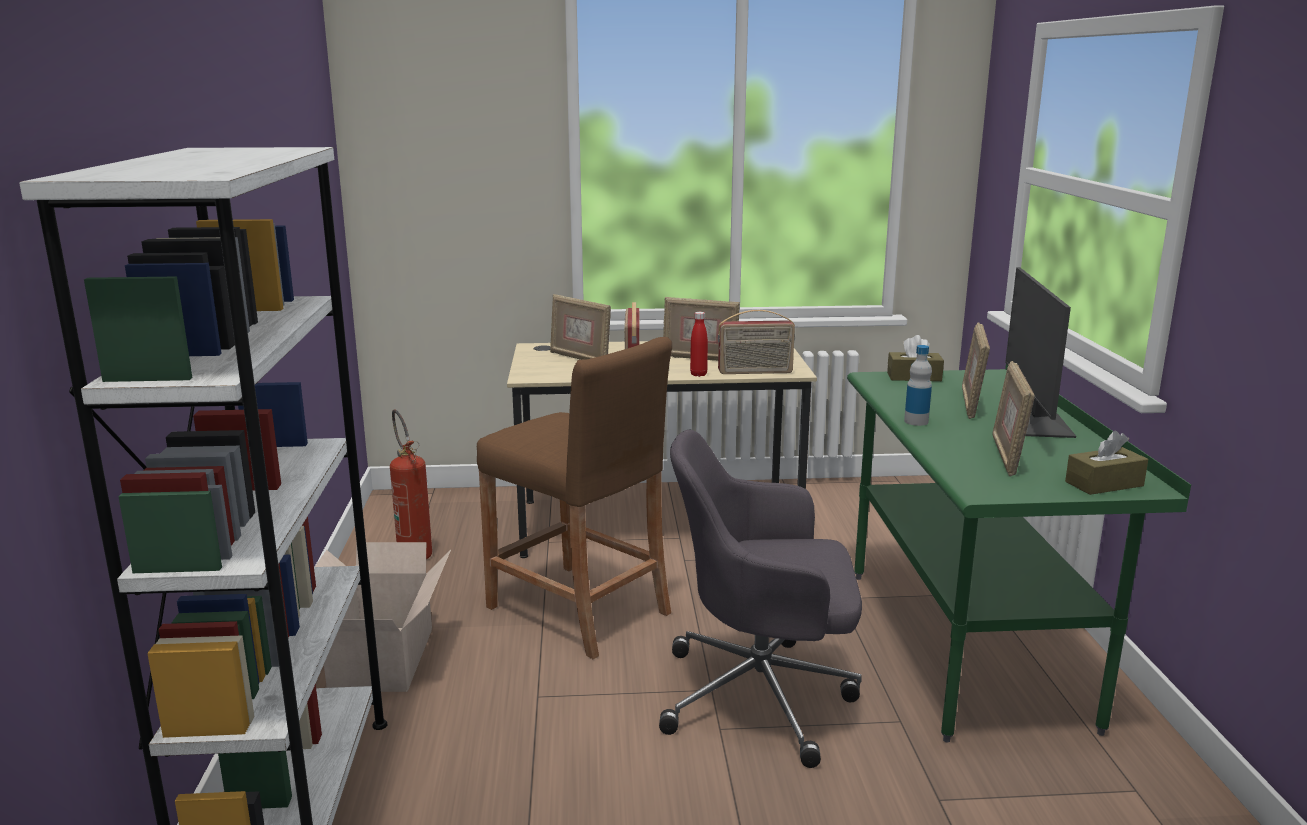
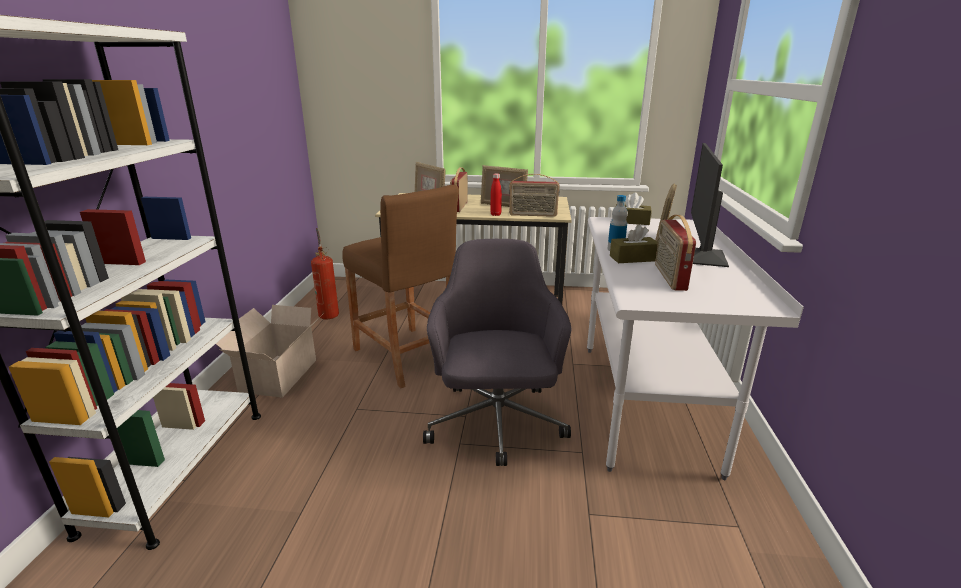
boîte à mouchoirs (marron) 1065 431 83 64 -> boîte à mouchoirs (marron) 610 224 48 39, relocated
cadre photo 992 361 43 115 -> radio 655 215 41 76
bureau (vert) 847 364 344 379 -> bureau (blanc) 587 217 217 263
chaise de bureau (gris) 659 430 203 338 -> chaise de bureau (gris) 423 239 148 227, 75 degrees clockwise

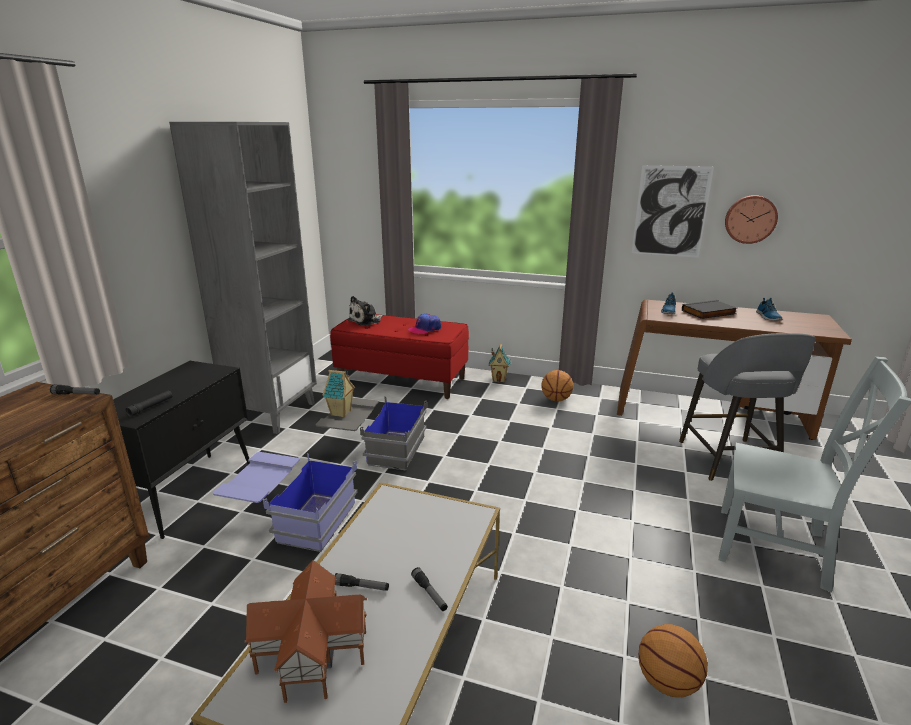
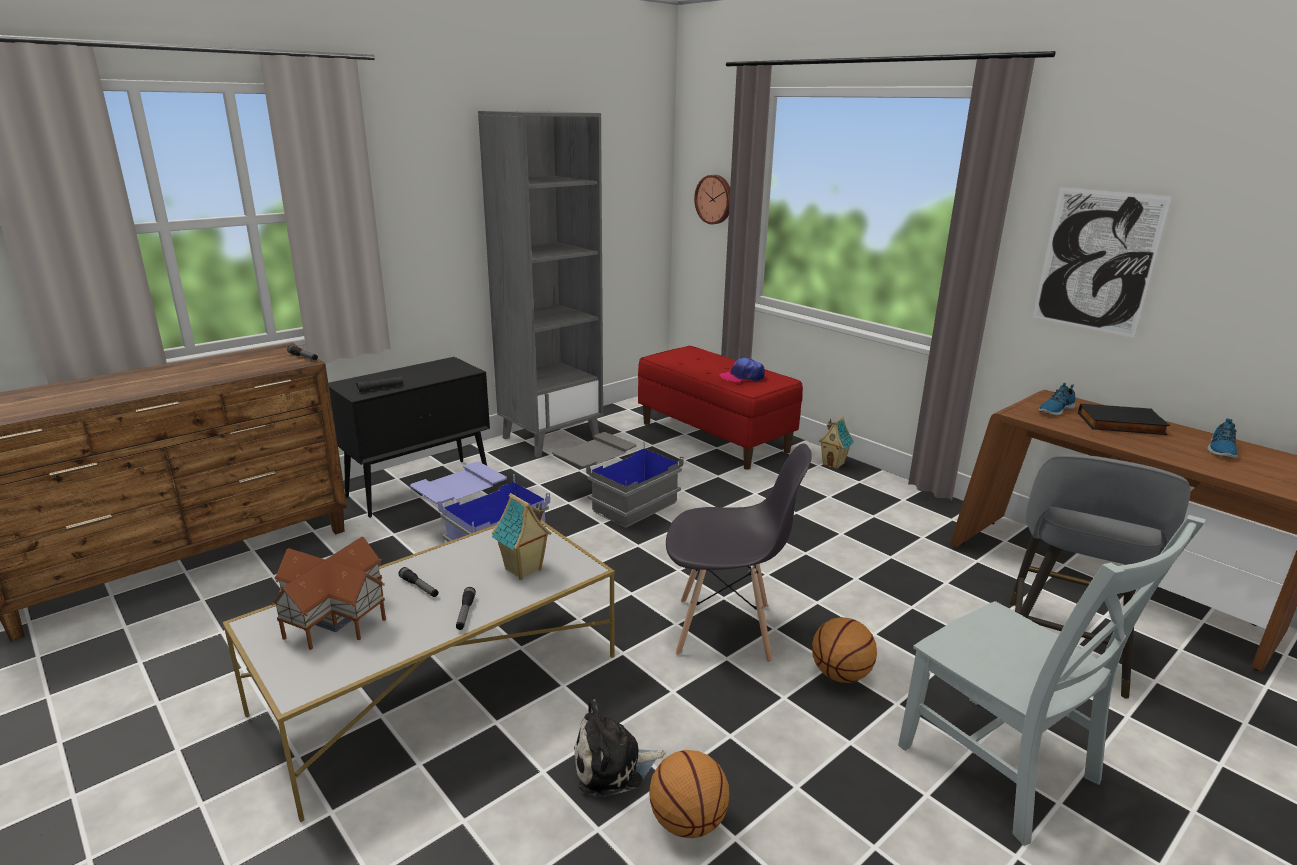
none -> chaise (gris) 666 443 146 220
maison miniature 323 370 32 47 -> maison miniature 492 493 60 87, relocated
peluche 348 296 35 29 -> peluche 574 699 92 98, relocated
ballon de basket 542 370 31 32 -> ballon de basket 812 617 65 66, relocated
horloge murale 725 195 53 49 -> horloge murale 694 175 36 49, relocated

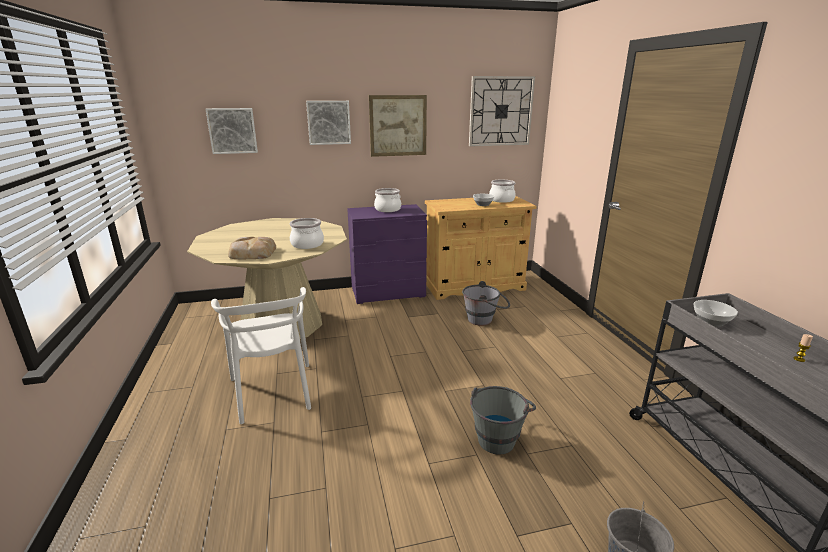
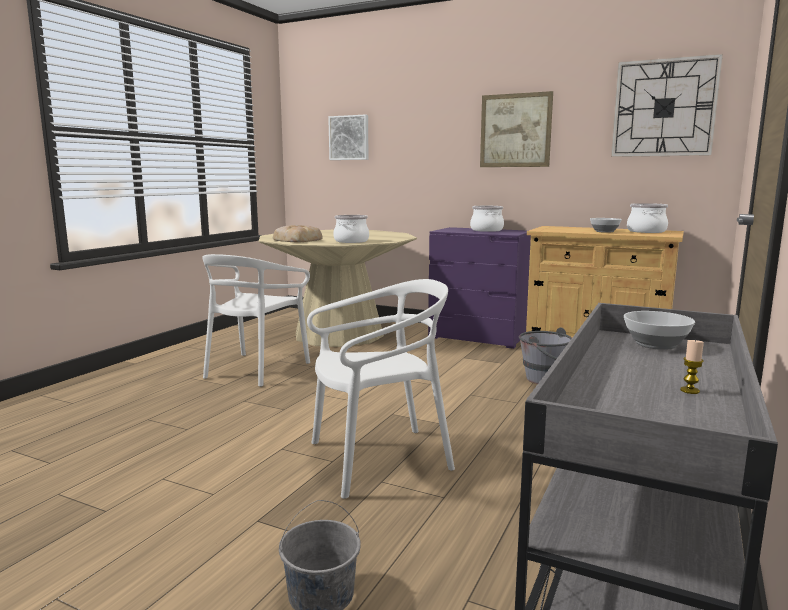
tableau 306 101 45 44 -> none
seau (gris) 470 386 66 69 -> chaise (blanc) 307 279 148 220

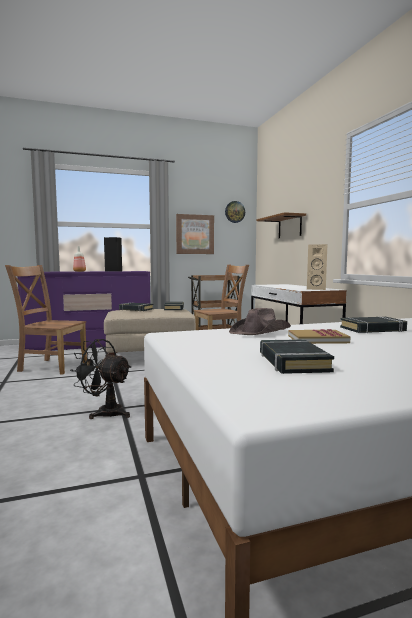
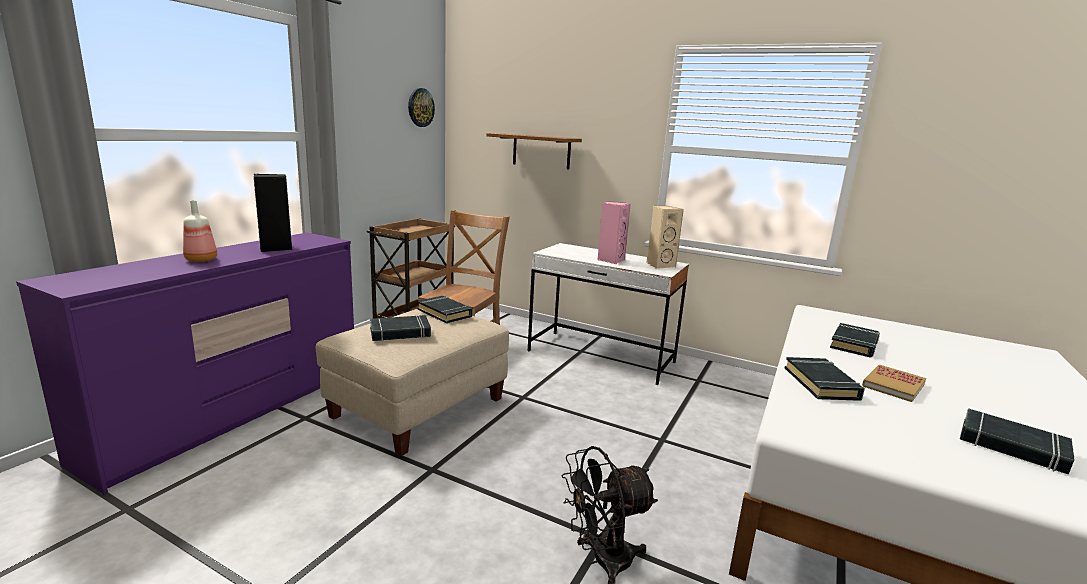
chaise (marron) 5 265 82 110 -> none
tableau 176 214 38 40 -> none
none -> enceinte (rose) 598 201 33 63
chapeau (marron) 229 308 62 27 -> livre (noir) 785 357 80 44

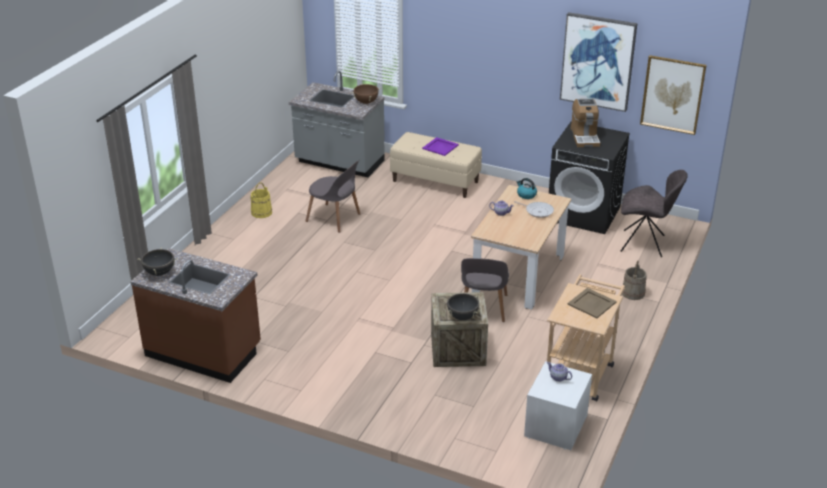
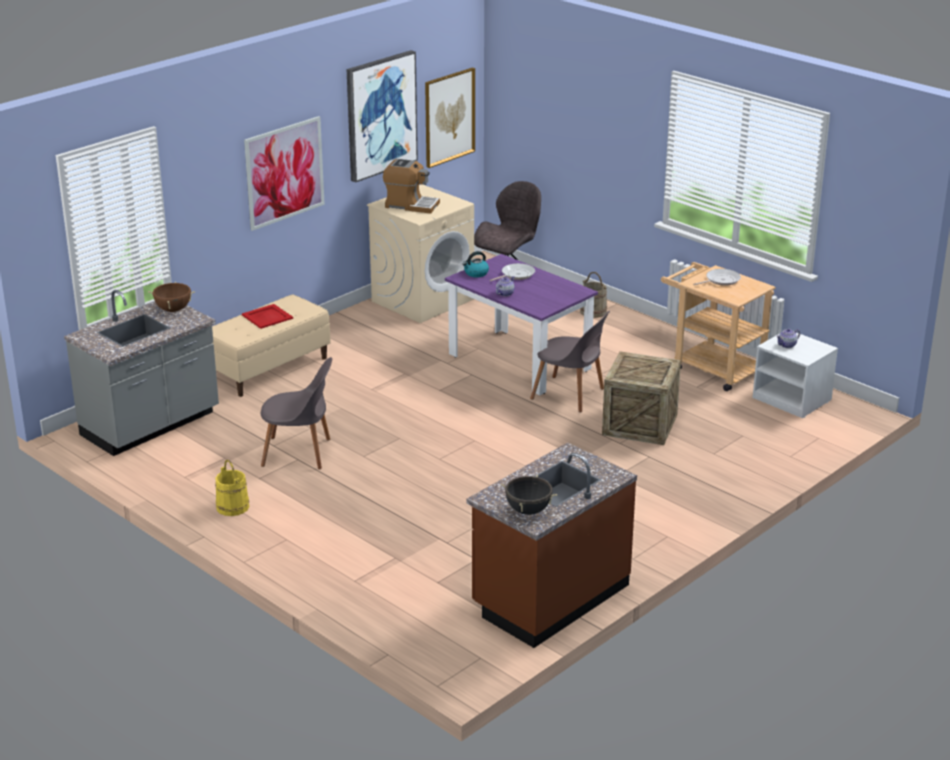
marmite (noir) 447 293 32 27 -> none
none -> tableau 244 116 81 115
plateau (beige) 567 288 50 30 -> poêle 693 269 48 17
plateau (violet) 422 137 37 19 -> plateau (rouge) 242 304 51 25
table à manger (beige) 471 185 101 125 -> table à manger (violet) 445 254 153 141
lave-linge (noir) 549 122 81 112 -> lave-linge (beige) 367 184 107 139
chaise (gris) 305 160 55 73 -> chaise (gris) 261 357 71 112, 45 degrees clockwise

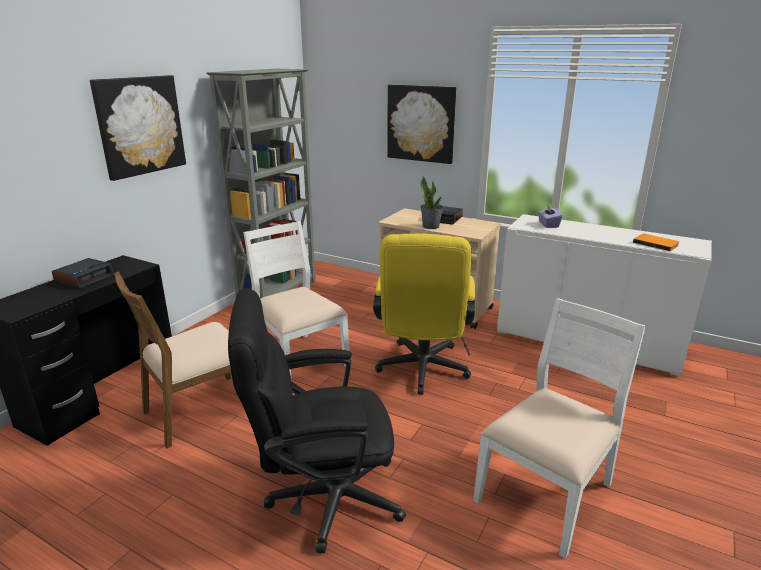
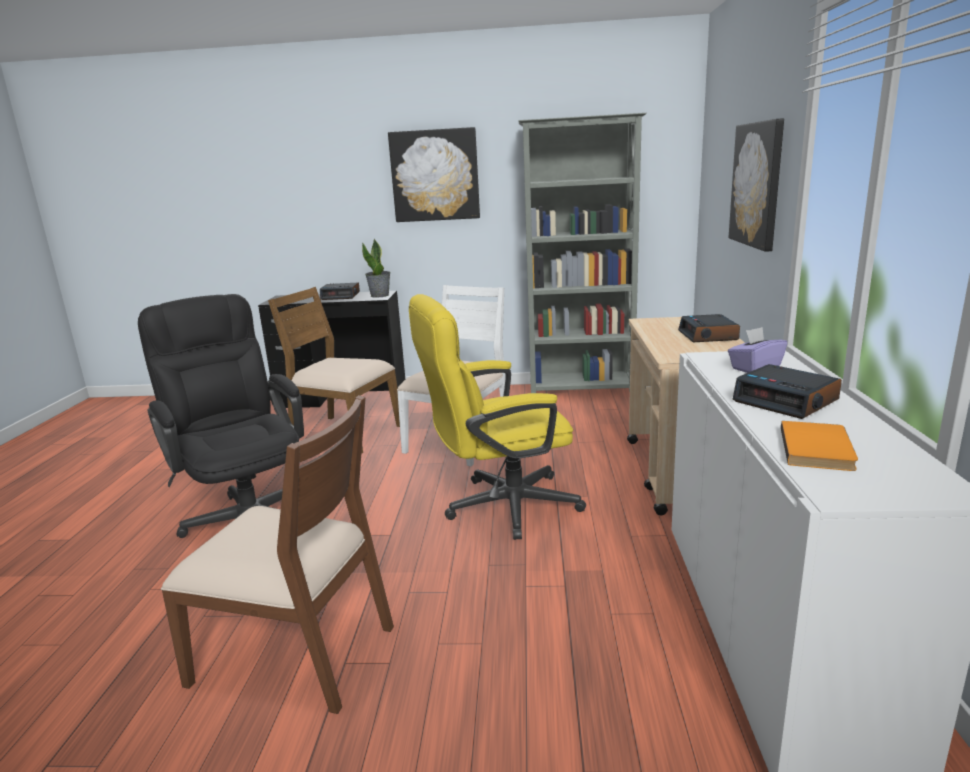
none -> réveil 733 364 109 55
plante en pot 420 176 24 53 -> plante en pot 362 238 28 59, relocated
chaise (blanc) 473 298 173 261 -> chaise (marron) 161 395 233 319

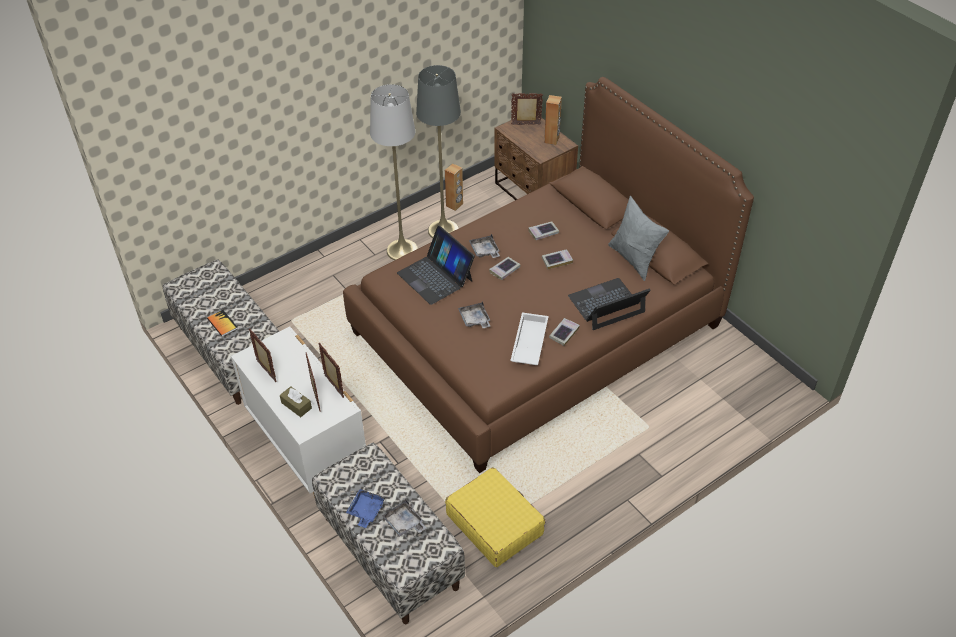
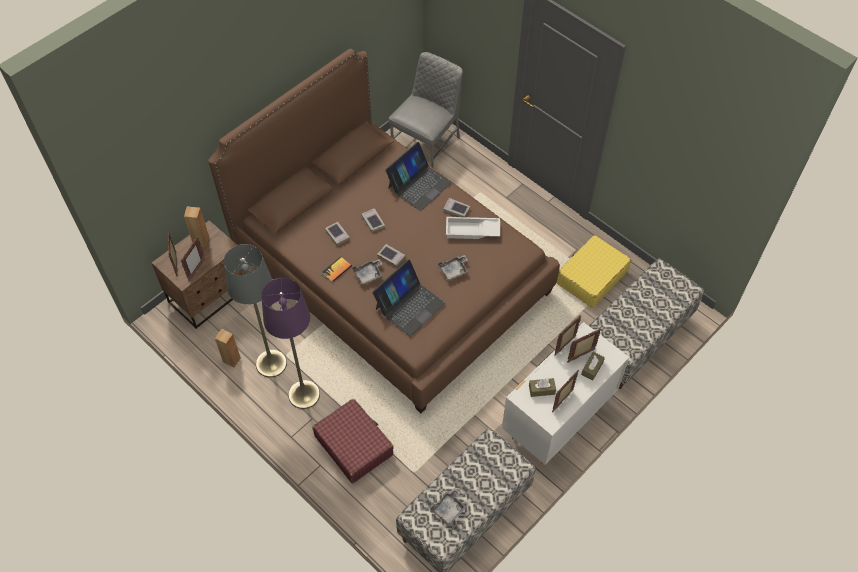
plateau (bleu) 346 489 39 39 -> none
coussin (gris) 608 196 61 85 -> none
none -> cadre photo 181 237 24 44
none -> valise (rouge) 312 399 82 84
none -> chaise (gris) 388 52 75 116
none -> boîte à mouchoirs (marron) 529 378 27 19
livre 207 310 31 27 -> livre 322 256 30 26, relocated
plateau (gris) 382 500 44 37 -> plateau (gris) 431 488 36 37, relocated
lampadaire (gris) 370 84 48 177 -> lampadaire (violet) 261 278 59 131
ordinateur portable 568 278 83 52 -> ordinateur portable 385 142 67 69, 105 degrees counterclockwise

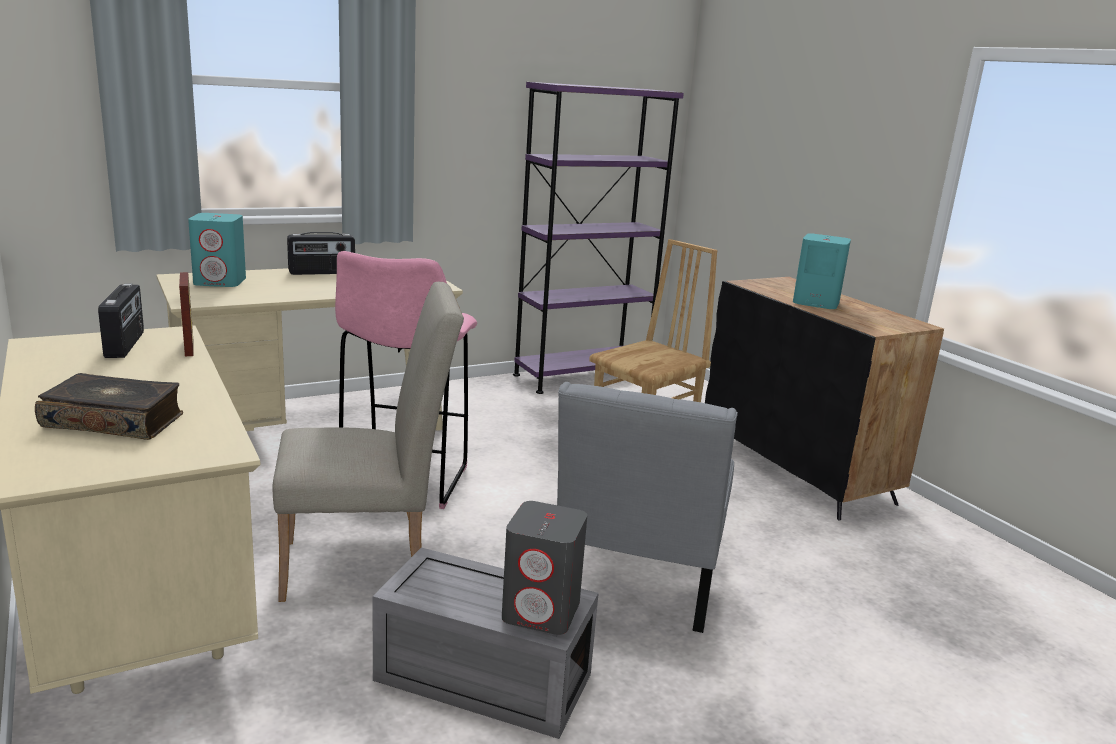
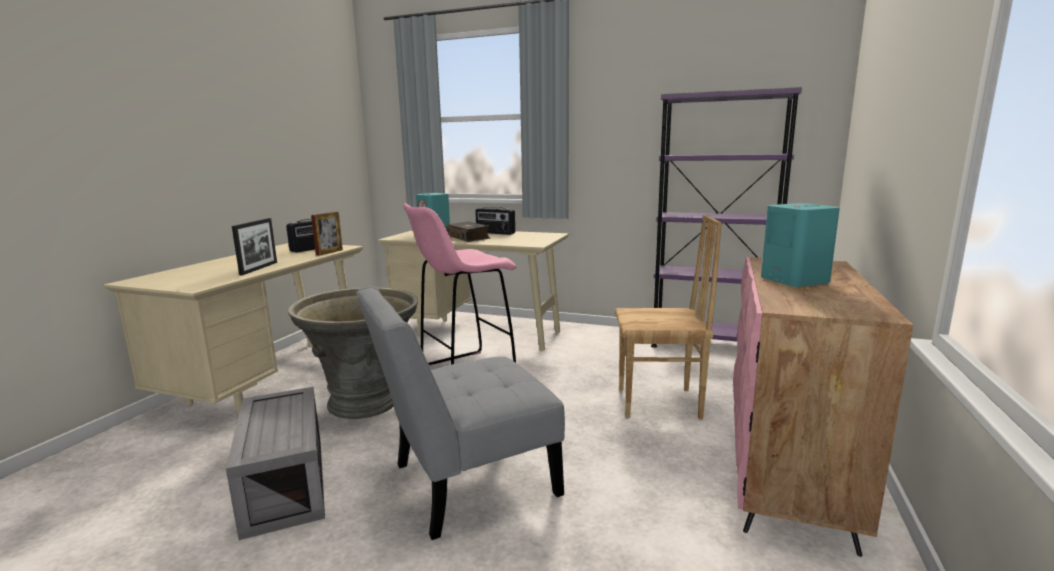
enceinte (gris) 502 501 85 134 -> none
none -> cadre photo 232 218 45 57
livre 35 373 148 67 -> livre 445 221 45 21, relocated
chaise (beige) 273 282 191 320 -> cache-pot (gris) 288 287 130 132
meuble de rangement (noir) 705 277 239 244 -> meuble de rangement (rose) 733 257 180 300

